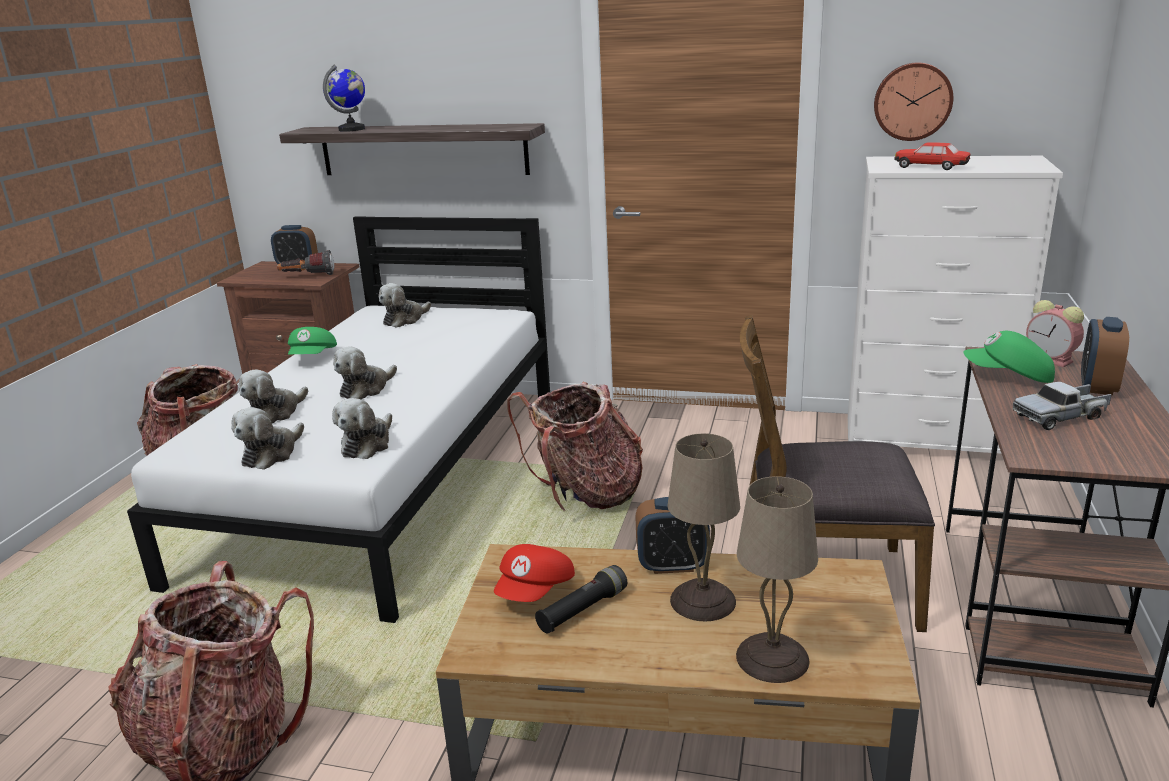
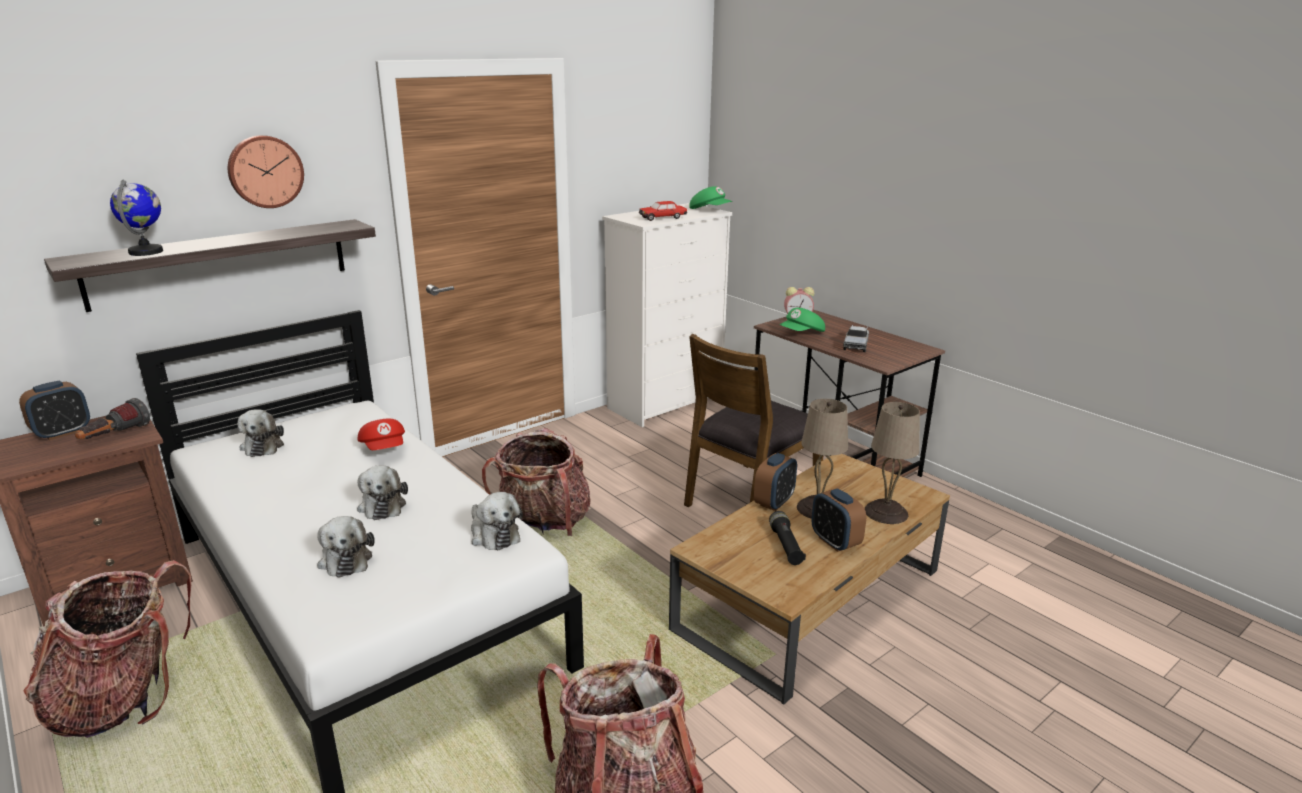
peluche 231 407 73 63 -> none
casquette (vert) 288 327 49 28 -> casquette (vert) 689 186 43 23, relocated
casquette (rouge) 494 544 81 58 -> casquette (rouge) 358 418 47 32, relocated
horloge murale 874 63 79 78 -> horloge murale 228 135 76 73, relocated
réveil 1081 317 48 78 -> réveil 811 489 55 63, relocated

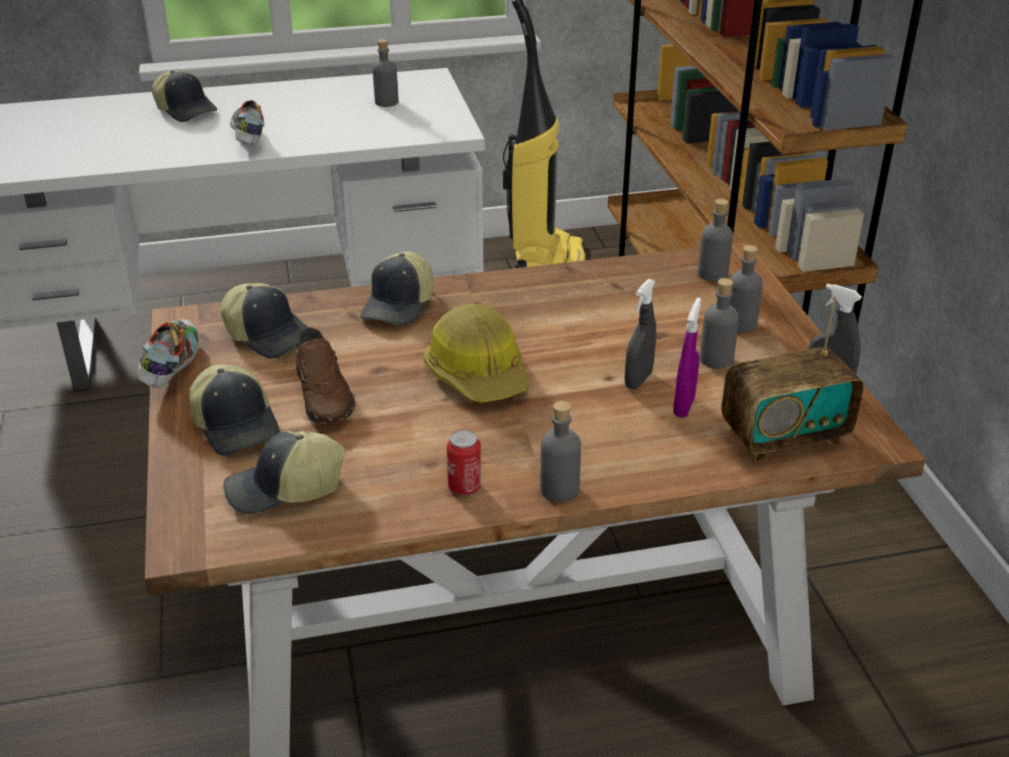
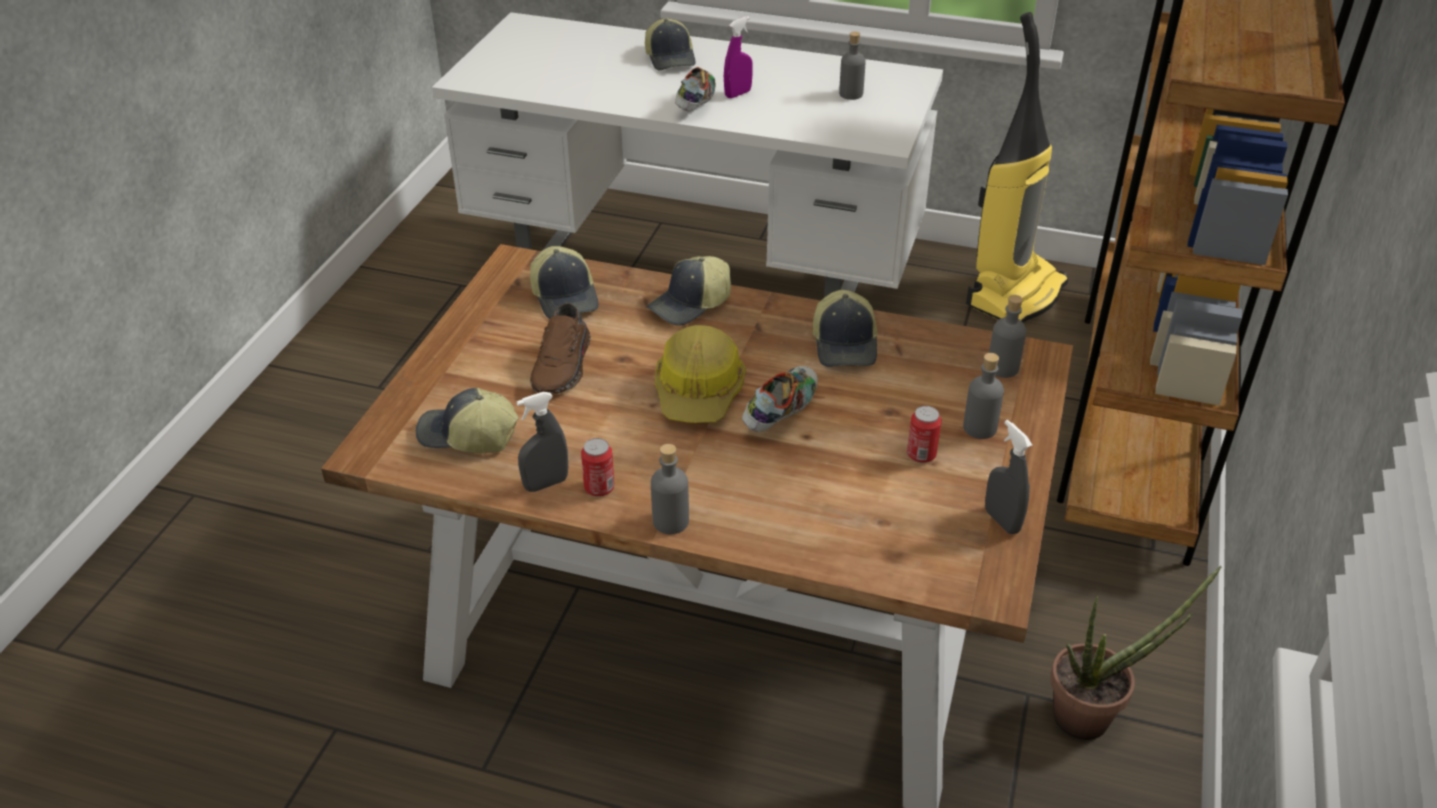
radio 721 295 143 168 -> none
none -> plante en pot 1050 566 171 174
chaussure 138 319 61 69 -> chaussure 742 366 76 66, relocated
casquette 189 364 91 92 -> casquette 813 290 64 77, relocated
vaporisateur (gris) 625 279 31 110 -> vaporisateur (gris) 516 392 52 100, relocated
vaporisateur (violet) 673 298 28 120 -> vaporisateur (violet) 724 16 29 82, relocated
bouteille (gris) 700 278 39 91 -> boîte métallique 907 406 35 57

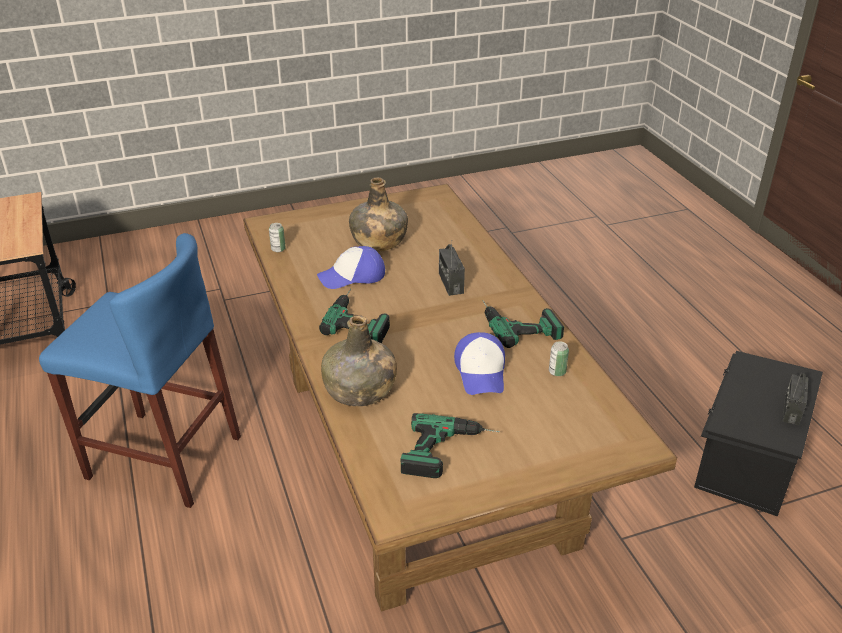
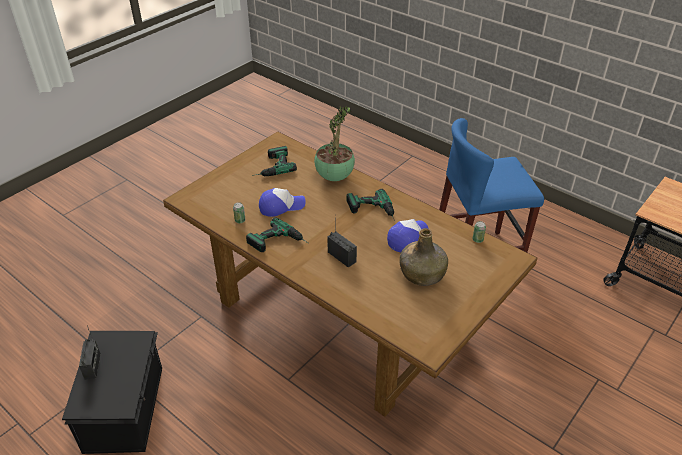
bouteille (vert) 321 315 76 91 -> plante en pot 314 106 41 75
casquette 454 332 51 63 -> casquette 259 188 46 29, 105 degrees clockwise

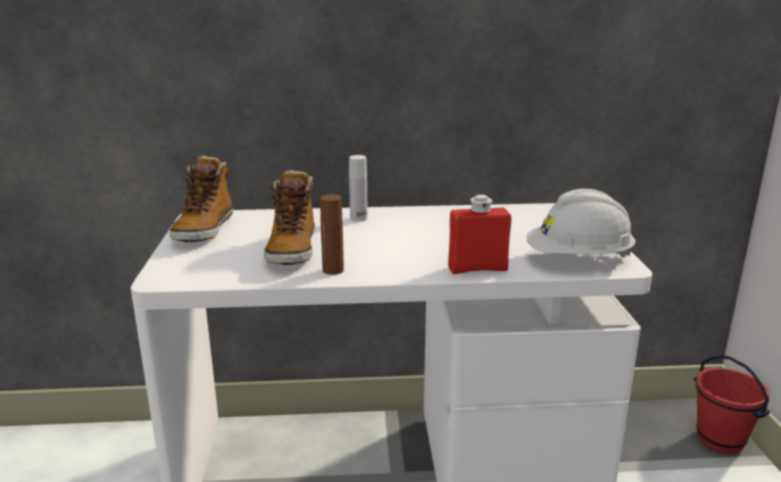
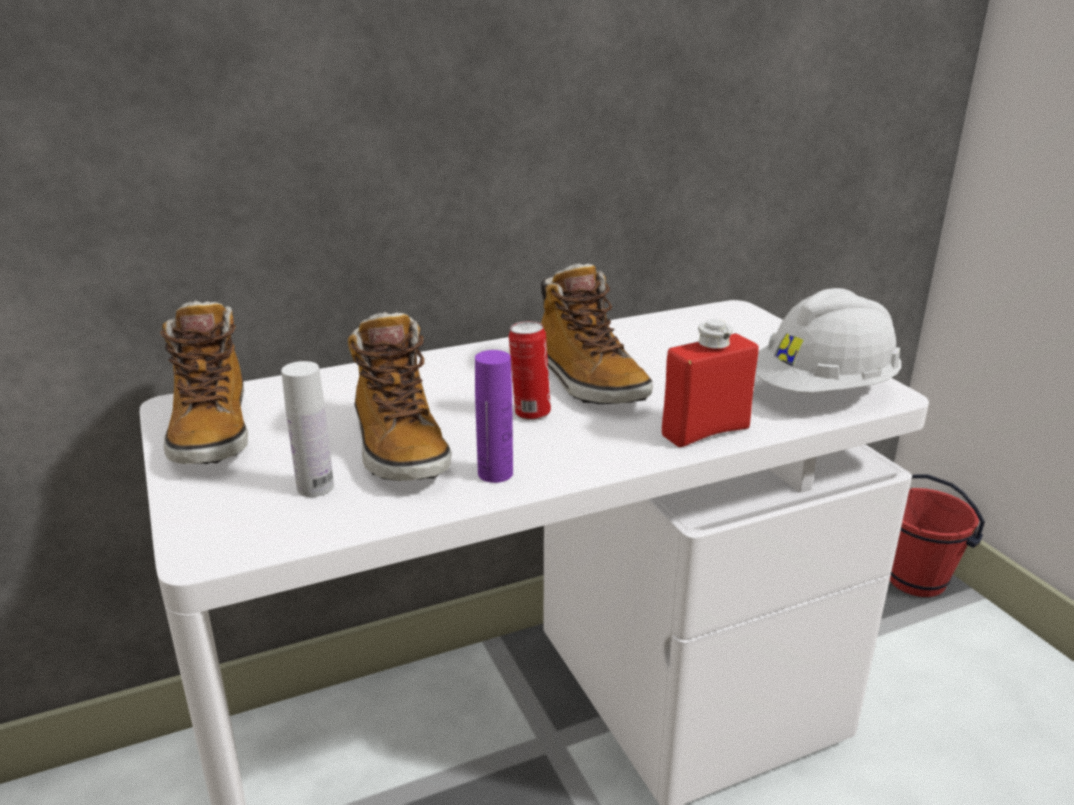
none -> boîte métallique 509 321 42 99
none -> botte 541 263 112 141
bouteille (blanc) 349 155 19 67 -> bouteille (blanc) 281 361 53 136, relocated
bouteille (marron) 320 194 24 81 -> bouteille (violet) 475 350 38 133

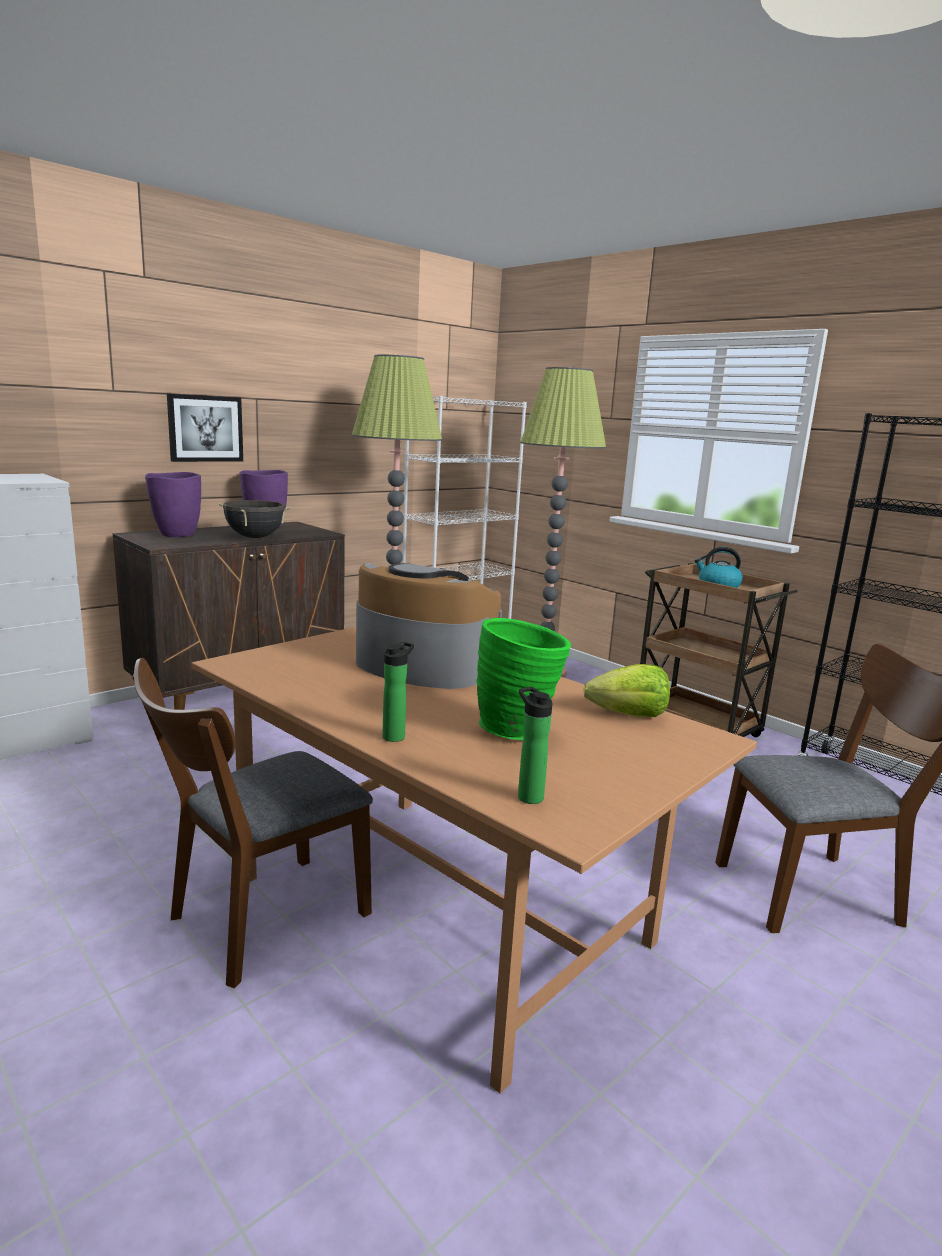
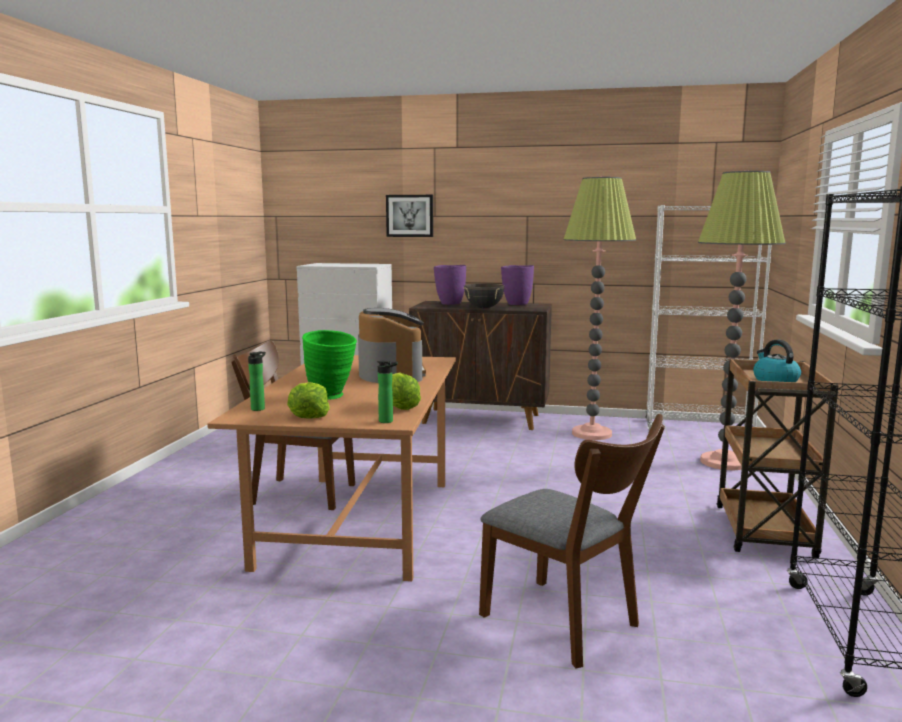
none -> laitue 287 382 43 37
tableau 167 394 76 68 -> tableau 386 195 47 42, relocated
bouteille 382 642 32 100 -> bouteille 377 361 21 62, relocated

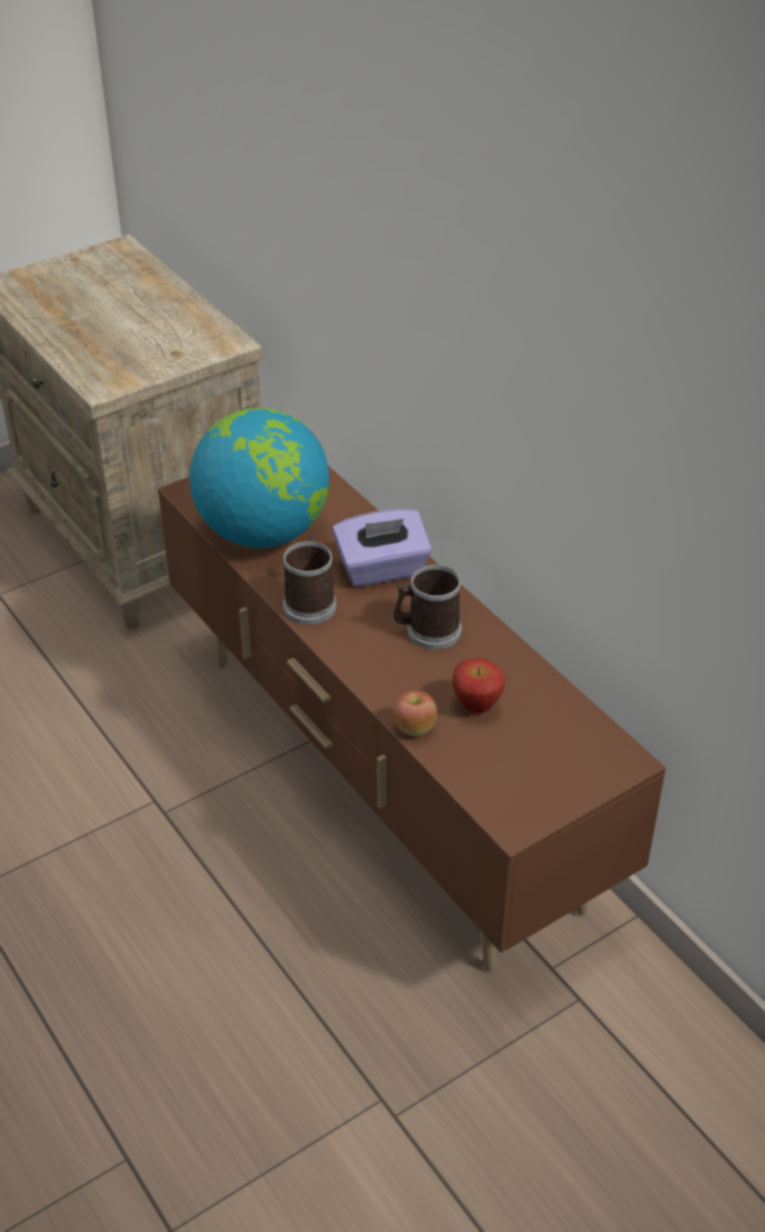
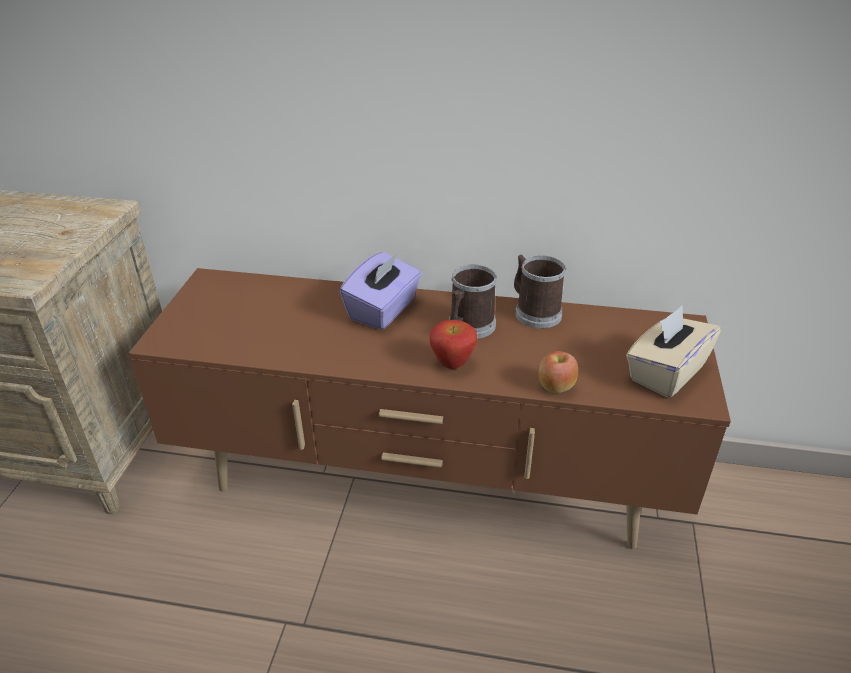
globe 189 408 140 140 -> none
none -> boîte à mouchoirs (beige) 626 306 95 92
mug 283 535 53 90 -> mug 514 255 52 73, relocated
pomme 452 658 53 55 -> pomme 430 320 47 49, relocated

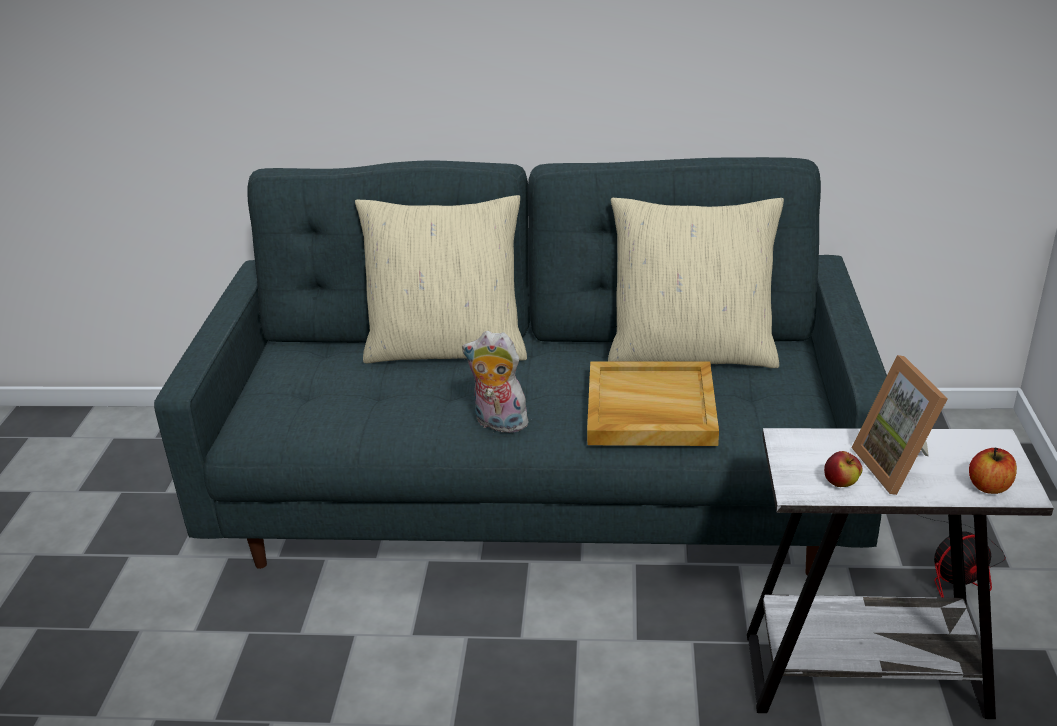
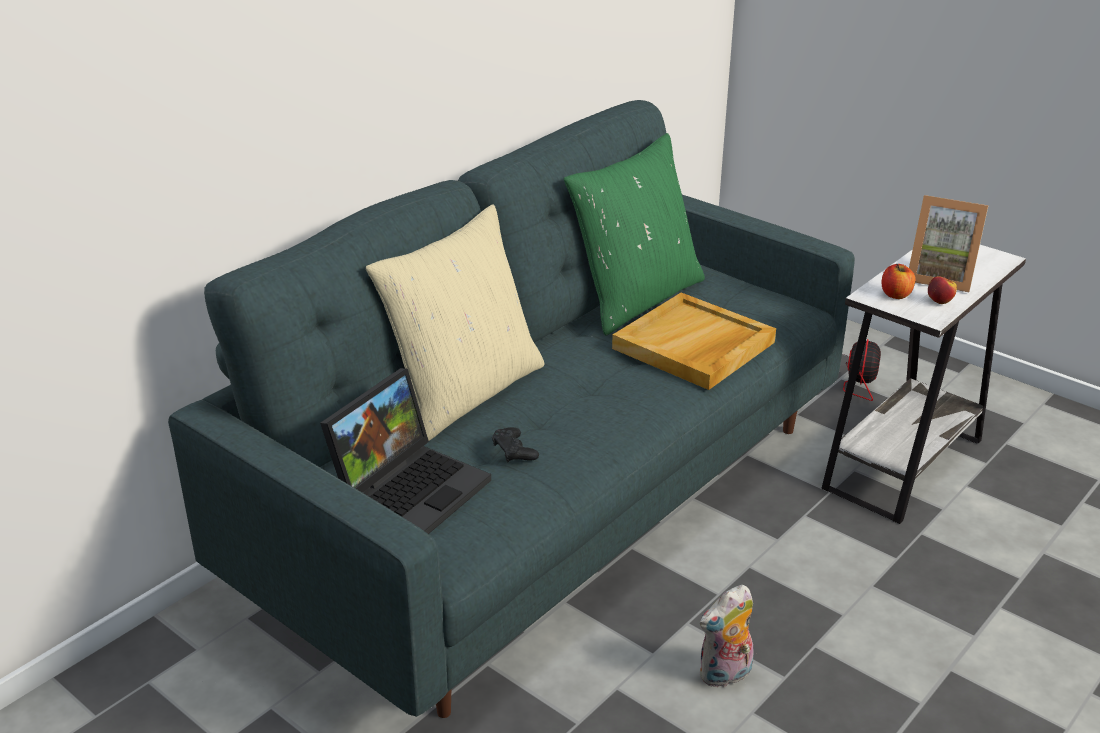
none -> ordinateur portable 320 368 171 166
none -> manette (noir) 492 427 47 35
peluche 462 331 69 102 -> peluche 700 585 54 104, relocated
pomme 969 447 48 47 -> pomme 881 263 35 36, relocated
coussin (beige) 608 198 176 170 -> coussin (vert) 564 133 141 203

